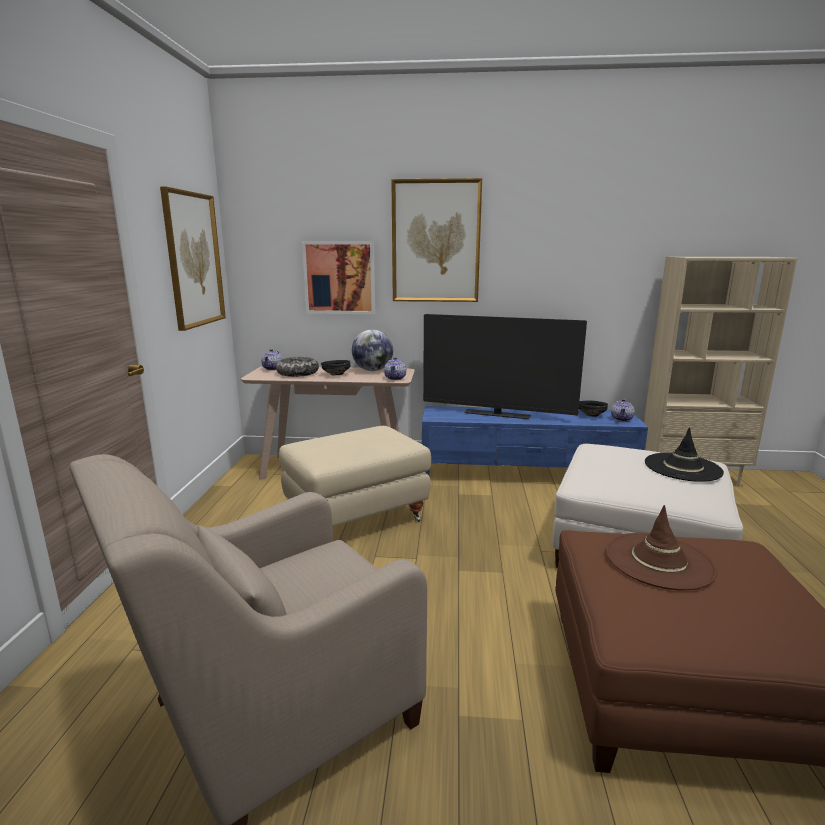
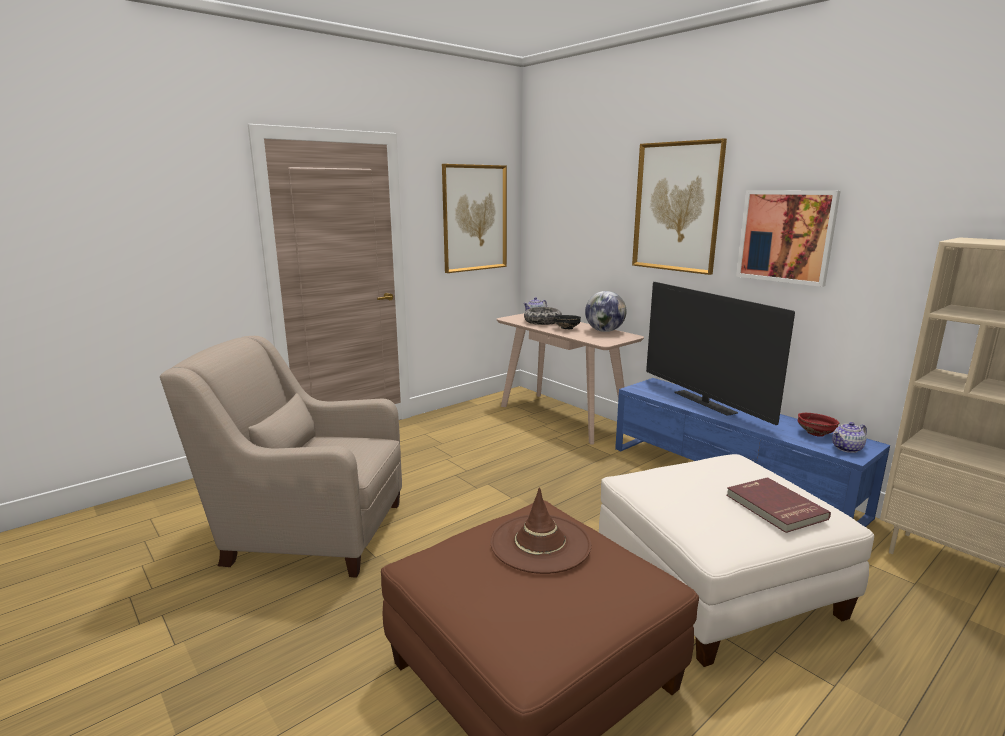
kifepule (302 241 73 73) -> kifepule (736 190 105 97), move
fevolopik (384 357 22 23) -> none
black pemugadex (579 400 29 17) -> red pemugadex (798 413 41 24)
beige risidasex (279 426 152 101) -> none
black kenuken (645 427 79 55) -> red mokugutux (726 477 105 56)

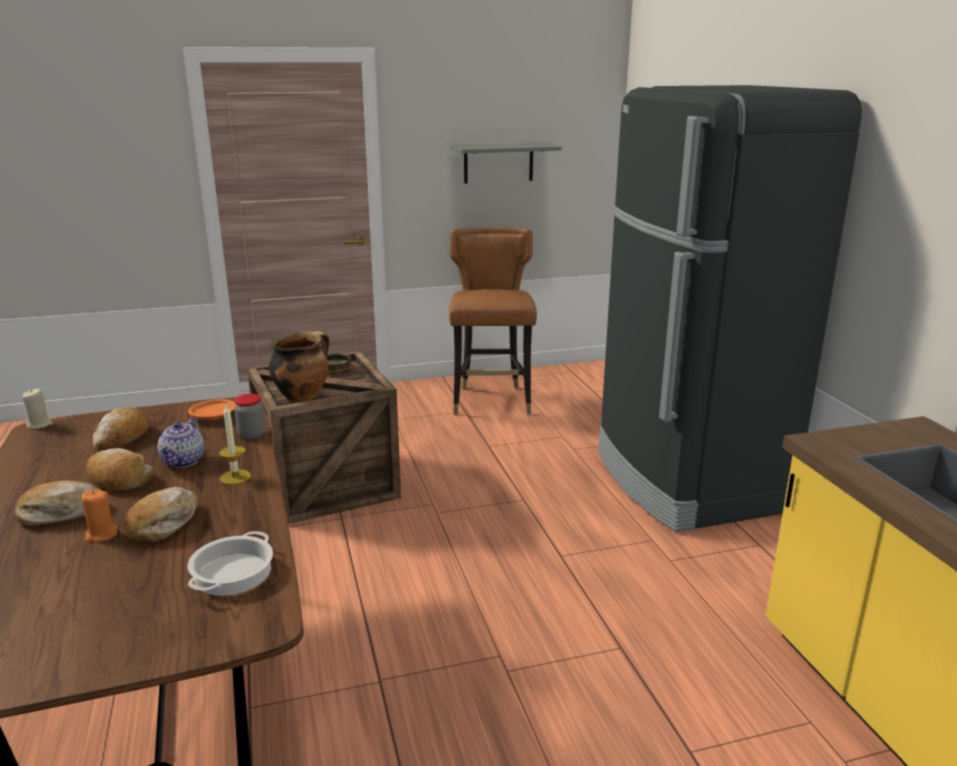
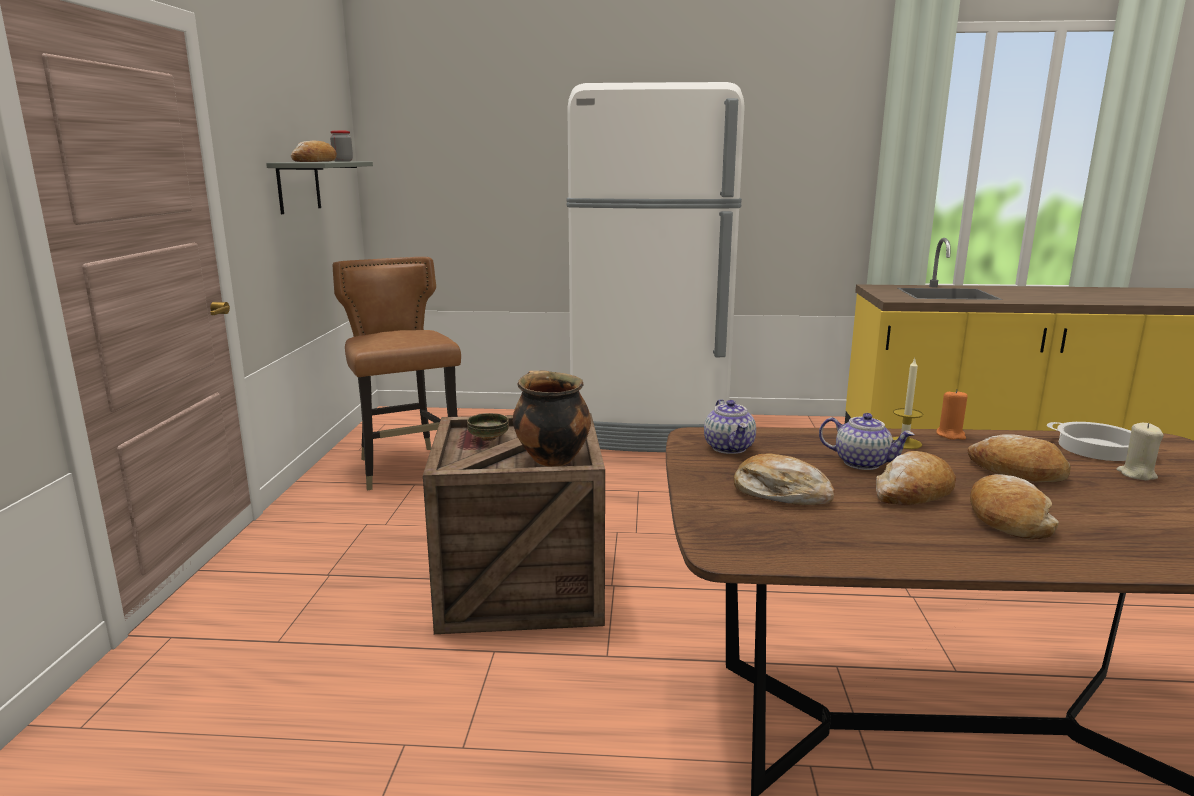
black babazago (598 85 264 447) -> white babazago (567 82 178 370)
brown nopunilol (449 227 88 188) -> brown nopunilol (332 257 129 234), 45 degrees clockwise
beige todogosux (22 389 31 40) -> beige todogosux (1117 423 47 57), move
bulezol (234 394 31 45) -> bulezol (330 130 23 32), move
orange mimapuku (188 399 48 21) -> fevolopik (704 399 52 55)
orange todogosux (82 489 36 53) -> orange todogosux (936 389 32 51), move
none -> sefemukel (291 140 46 22)

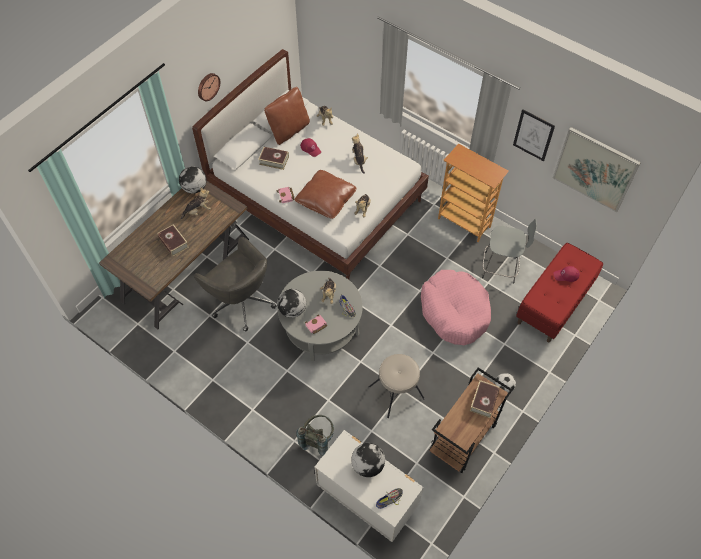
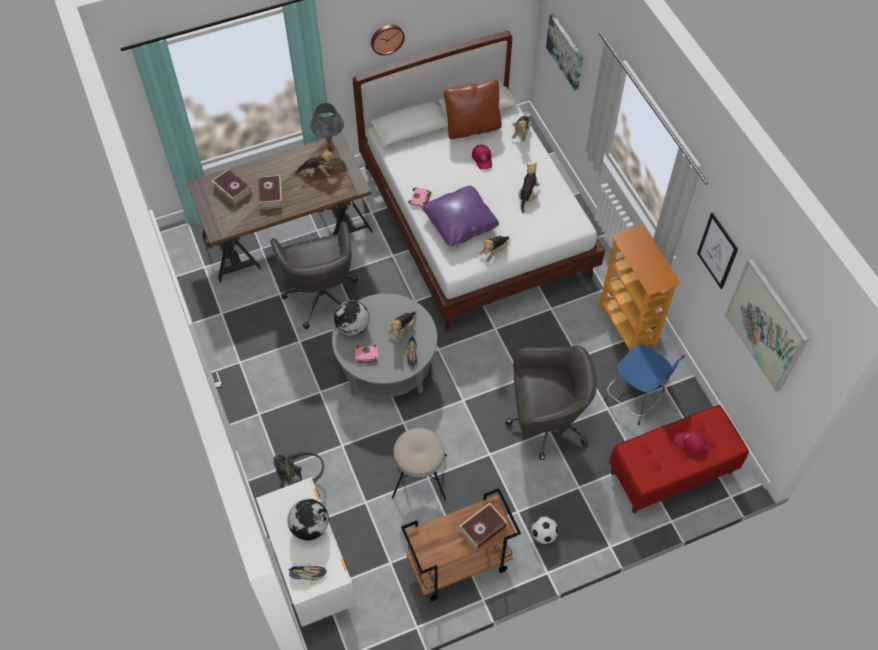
mokugutux (258 147 31 23) -> mokugutux (212 169 39 36), move
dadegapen (179 166 28 28) -> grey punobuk (310 103 34 48)
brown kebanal (295 170 62 49) -> purple kebanal (422 186 77 60)
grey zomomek (482 218 55 65) -> blue zomomek (604 344 81 81)
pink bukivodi (421 270 70 75) -> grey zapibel (505 346 92 114)
none -> kifepule (546 14 37 77)

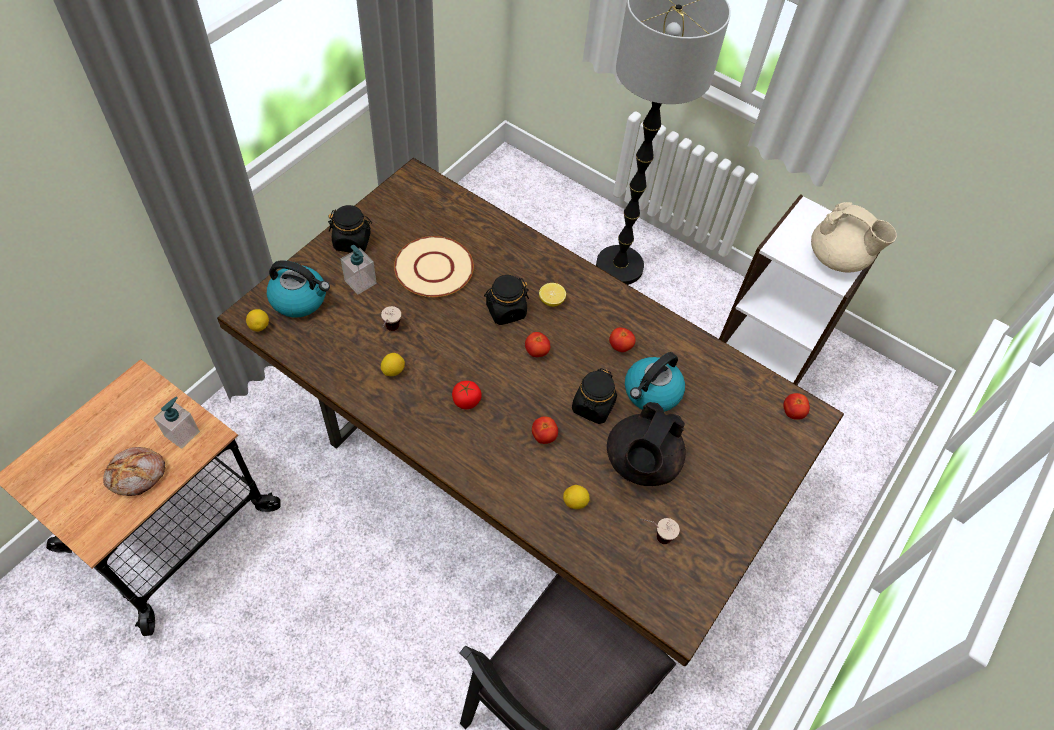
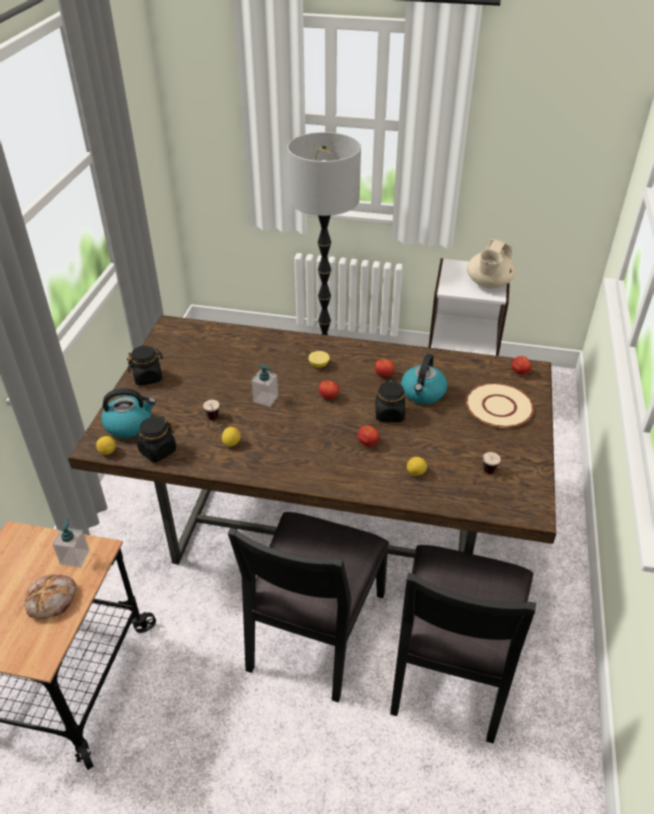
beige fevolopik (811 202 86 71) -> beige fevolopik (467 239 48 49), 105 degrees clockwise
beige mimapuku (394 236 80 61) -> beige mimapuku (466 383 68 45), move
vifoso (341 245 35 49) -> vifoso (251 364 27 43), move
black bulezol (484 275 45 50) -> black bulezol (135 416 41 46), move
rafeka (452 381 30 28) -> none
black fevolopik (607 402 79 84) -> none
none -> black nopunilol (228 512 161 190)

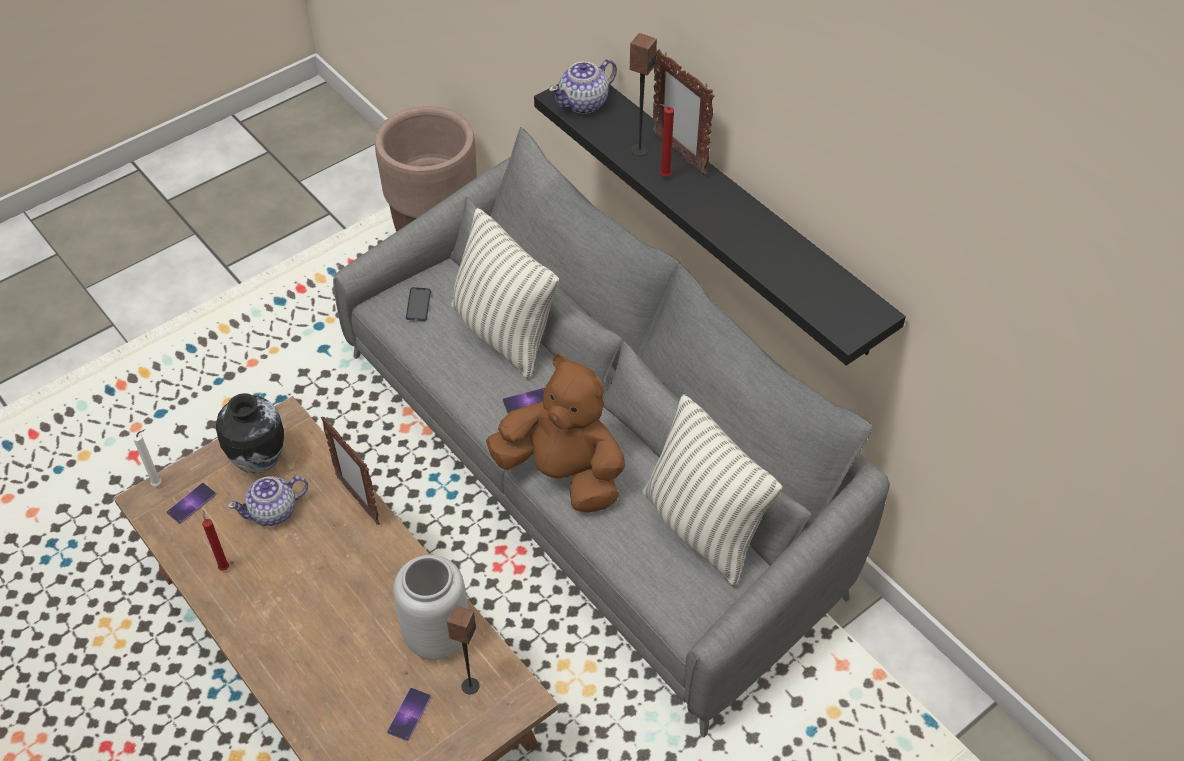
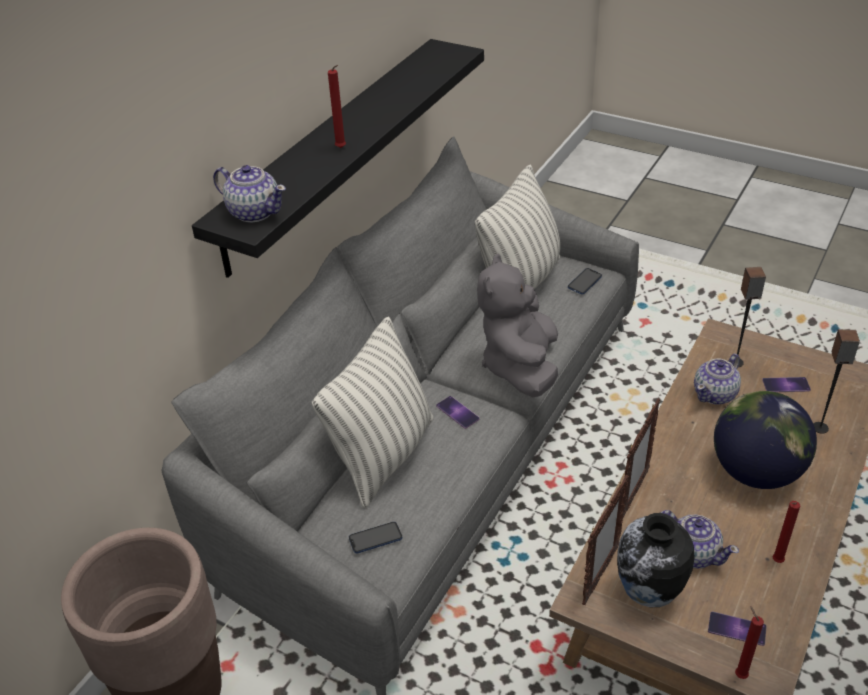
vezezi (630 33 27 123) -> vezezi (813 329 47 105), move
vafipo (652 49 63 127) -> vafipo (582 475 47 130), move
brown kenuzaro (486 354 139 159) -> grey kenuzaro (477 254 81 143)
white todogosux (133 429 28 57) -> red todogosux (735 606 29 73)
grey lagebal (393 555 75 104) -> fevolopik (694 354 47 51)
none -> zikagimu (568 268 34 27)
none -> dadegapen (714 391 103 98)

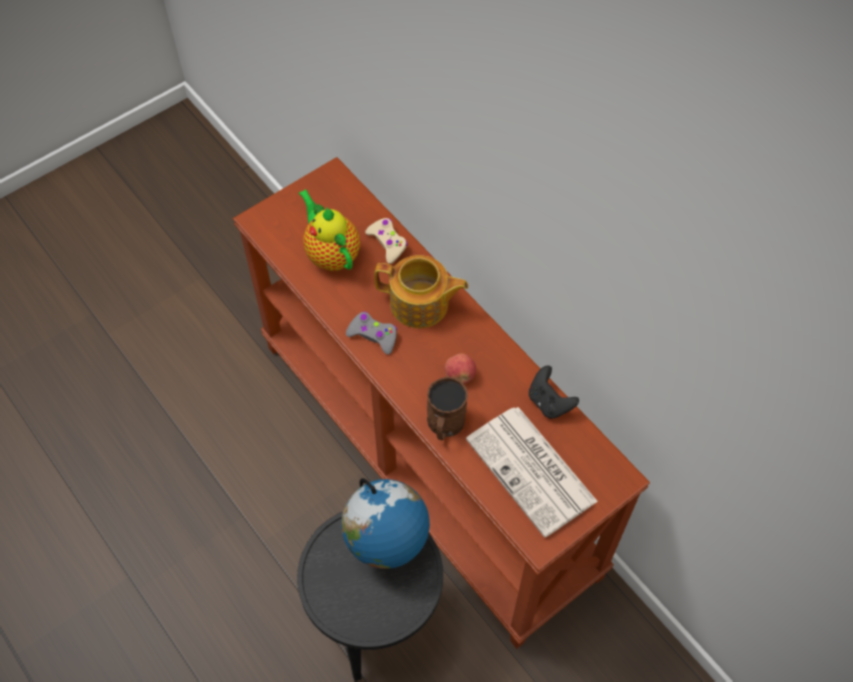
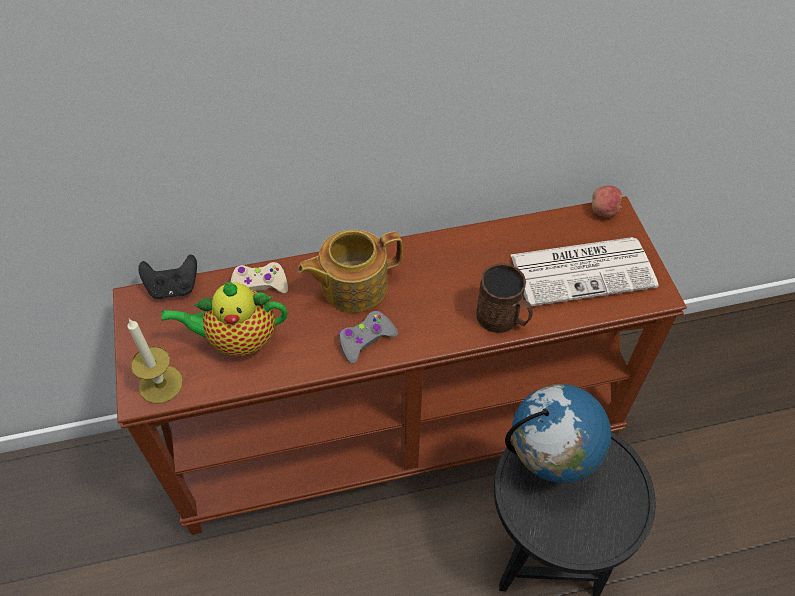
fevolopik (374 255 95 73) -> fevolopik (298 230 105 83), 150 degrees counterclockwise
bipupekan (445 354 31 30) -> bipupekan (592 186 30 32), move
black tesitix (529 365 50 54) -> black tesitix (138 255 59 44), move
none -> todogosux (127 318 56 86)

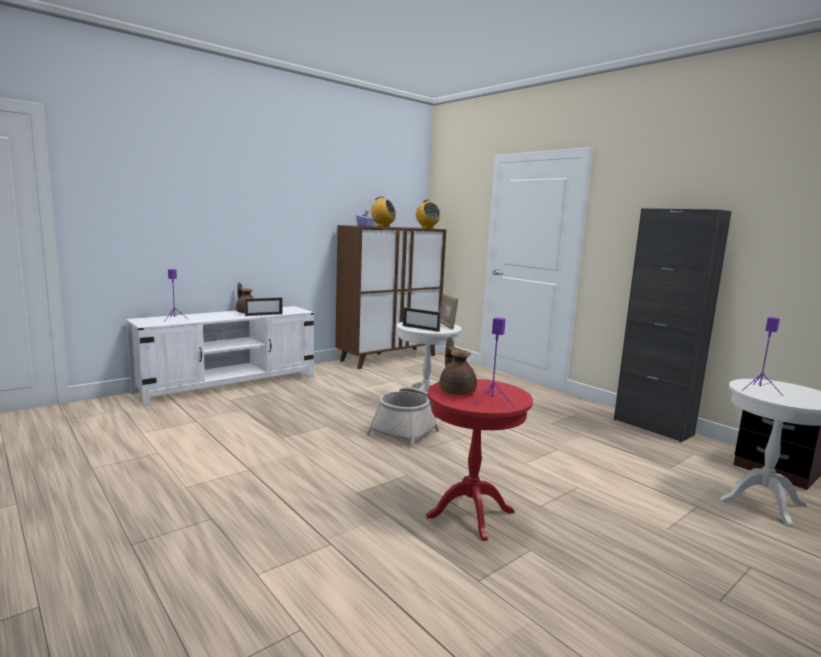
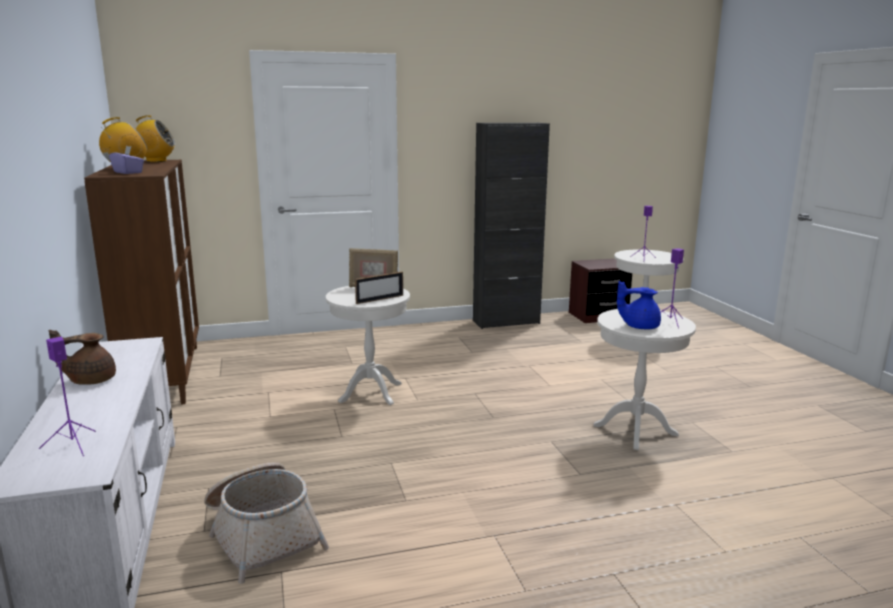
vafipo (244 297 38 19) -> none
brown fevolopik (439 336 38 59) -> blue fevolopik (617 281 44 48)
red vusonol (426 379 107 162) -> white vusonol (593 309 103 141)
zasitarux (366 387 73 61) -> zasitarux (204 462 125 122), move

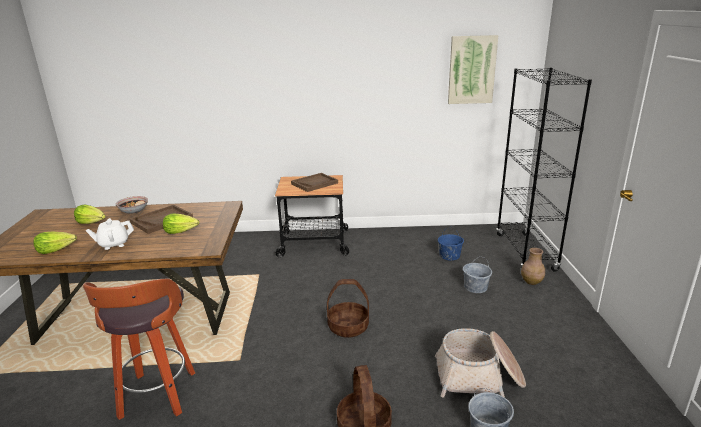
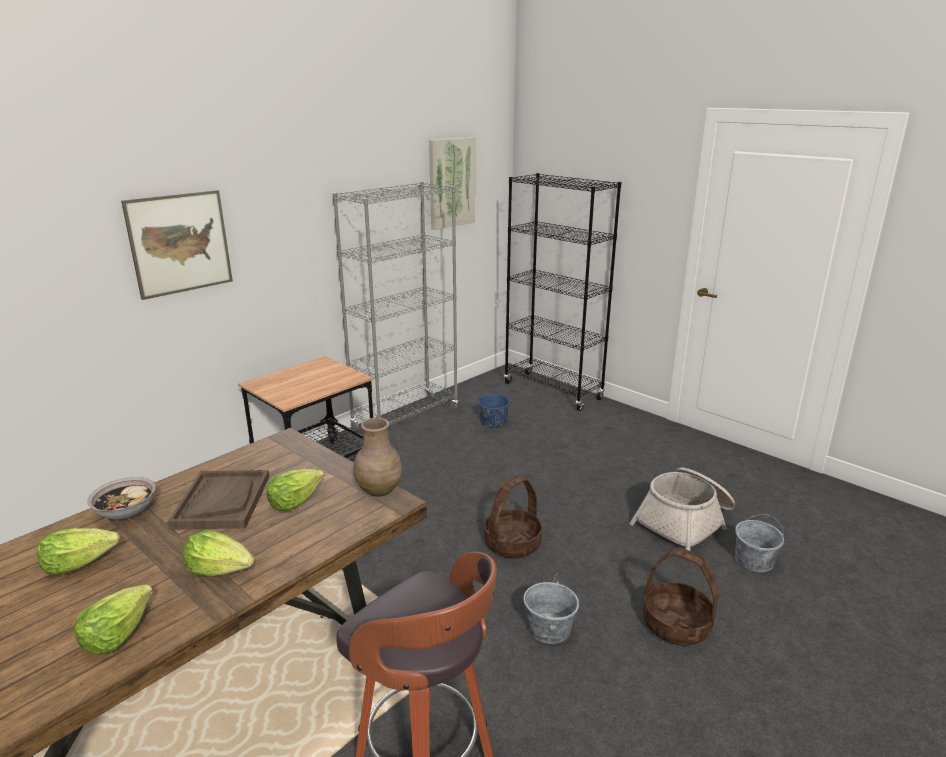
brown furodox (291 173 47 19) -> none
white fevolopik (86 218 48 32) -> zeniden (183 530 71 46)
brown lagebal (521 248 24 37) -> brown lagebal (354 418 48 79), move
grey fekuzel (463 257 29 36) -> grey fekuzel (523 573 56 71), move
none -> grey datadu (333 182 126 249)
none -> kifepule (121 190 112 110)

